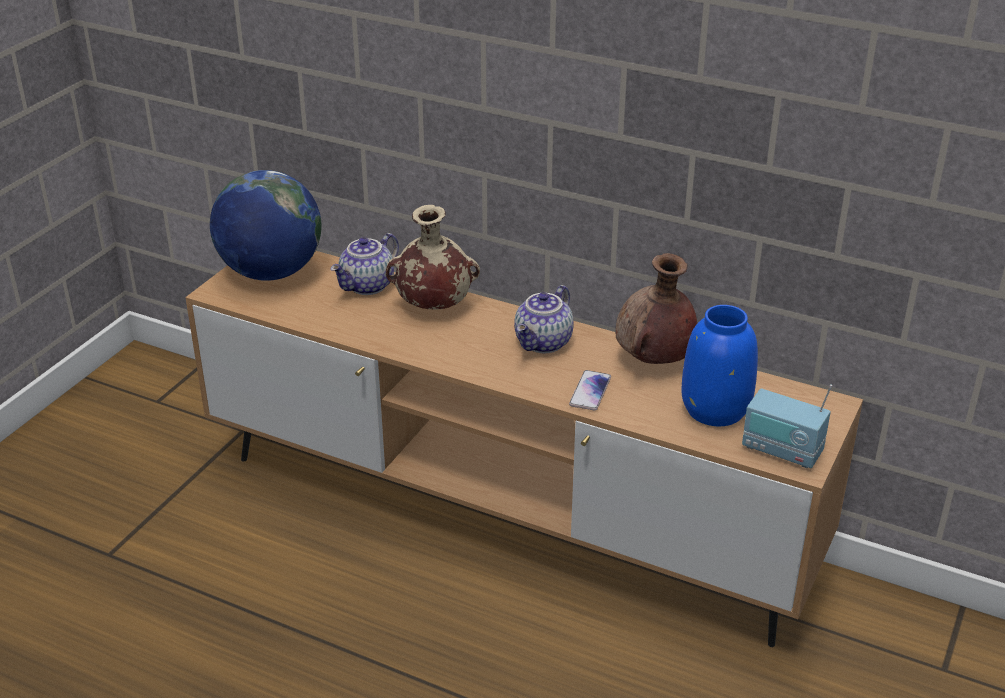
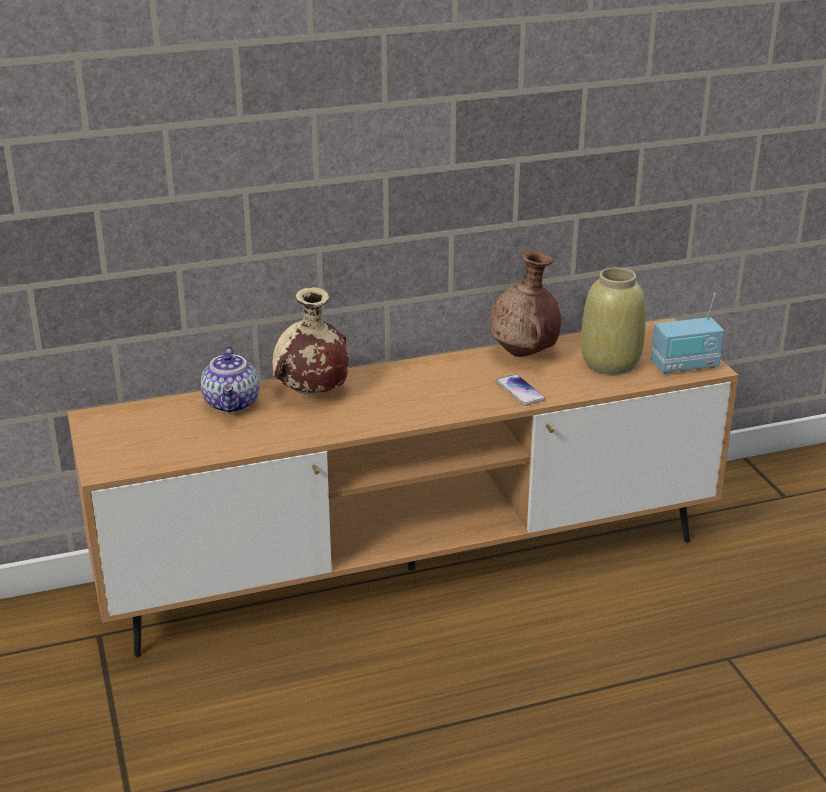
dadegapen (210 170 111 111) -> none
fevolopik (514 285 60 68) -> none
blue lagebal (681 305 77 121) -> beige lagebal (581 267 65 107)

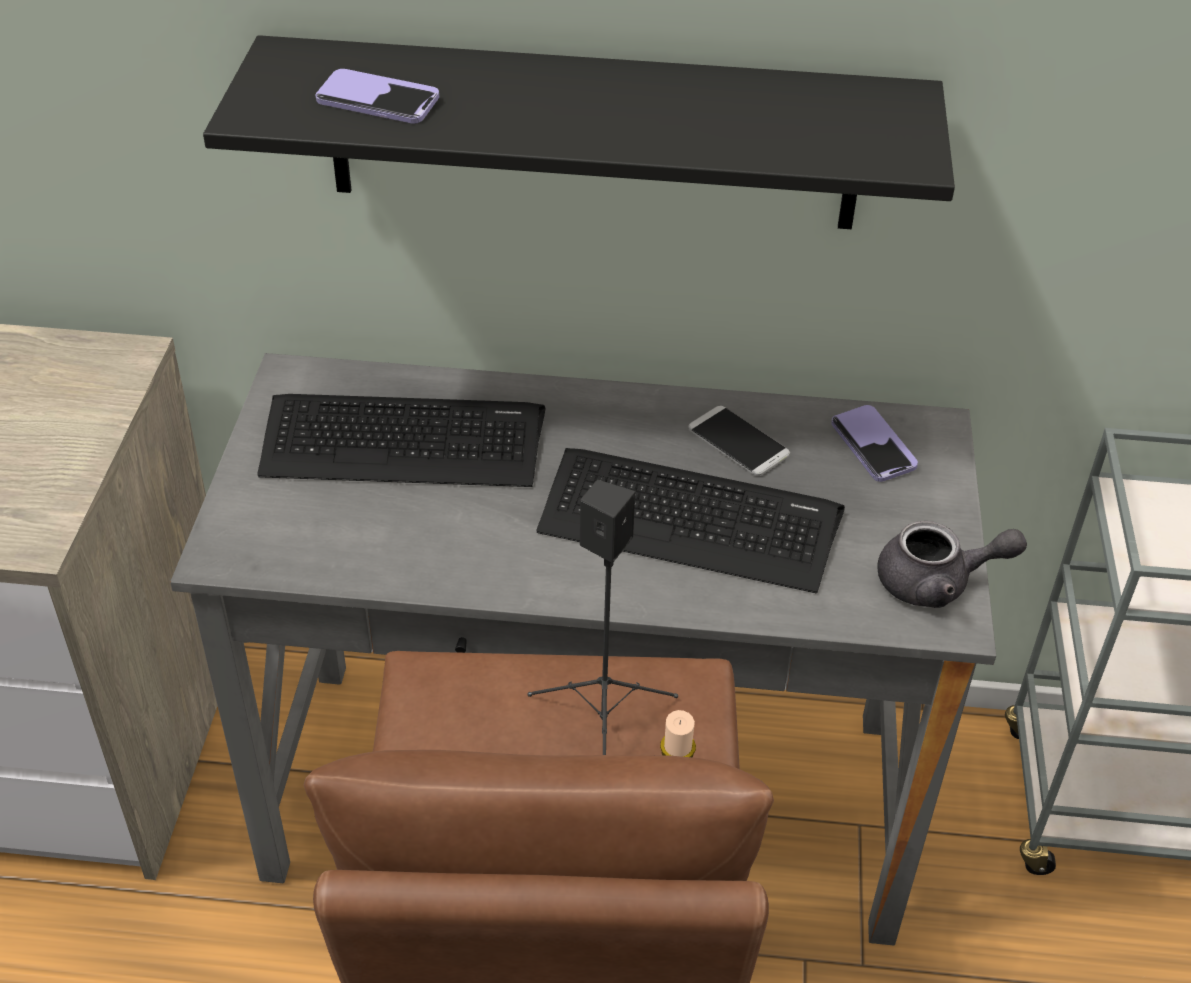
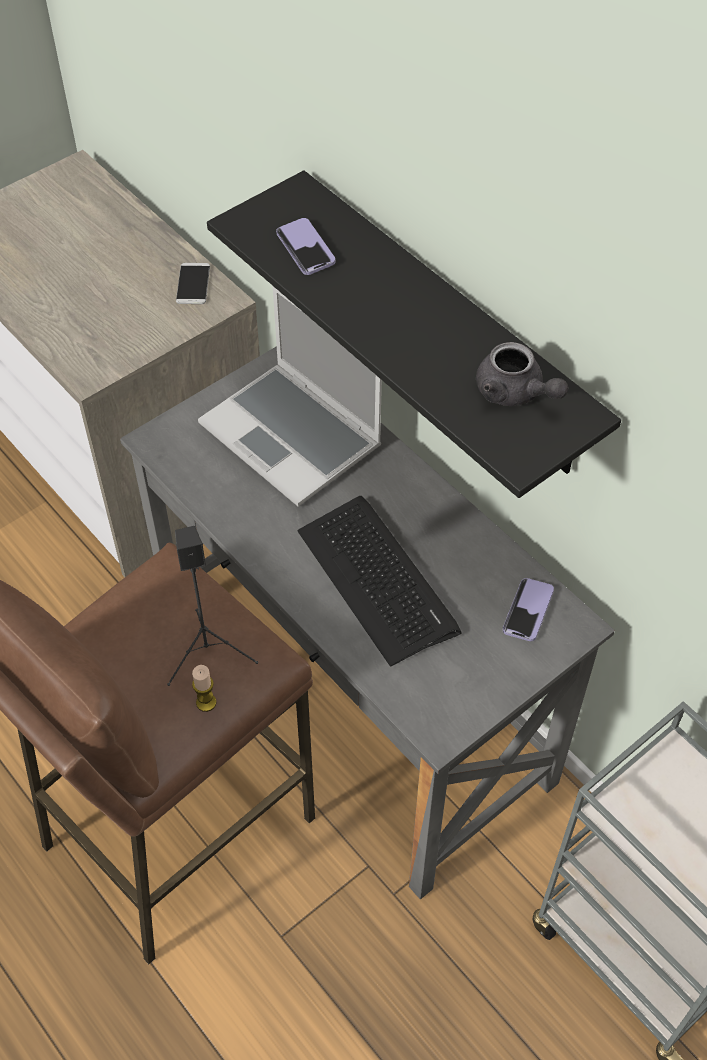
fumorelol (257 394 288 93) -> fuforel (198 286 184 221)
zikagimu (688 406 102 70) -> zikagimu (176 263 34 41), move
grey fevolopik (877 521 150 87) -> grey fevolopik (476 342 92 64), move

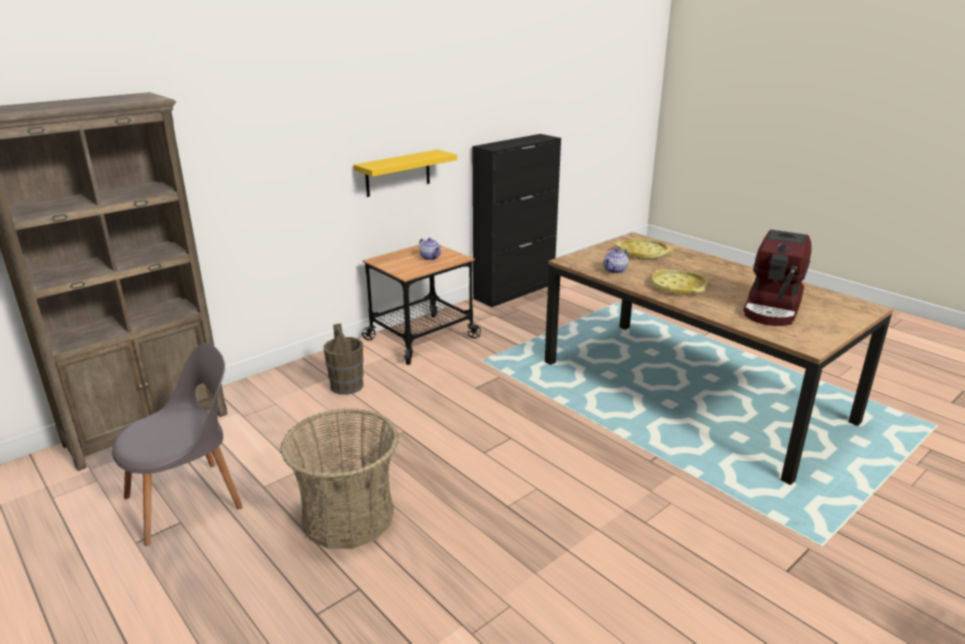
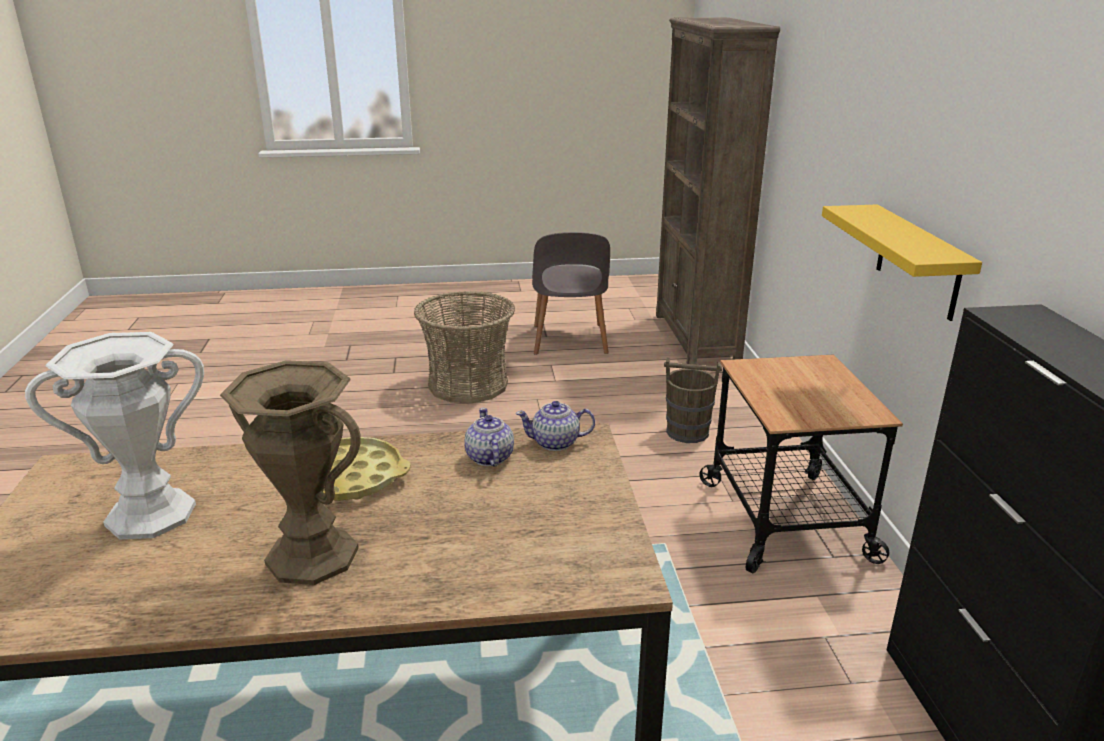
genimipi (743 230 68 96) -> white lagebal (25 332 179 208)
fevolopik (419 238 22 22) -> fevolopik (516 401 79 50), move
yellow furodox (615 239 58 21) -> none
none -> brown lagebal (220 360 141 225)

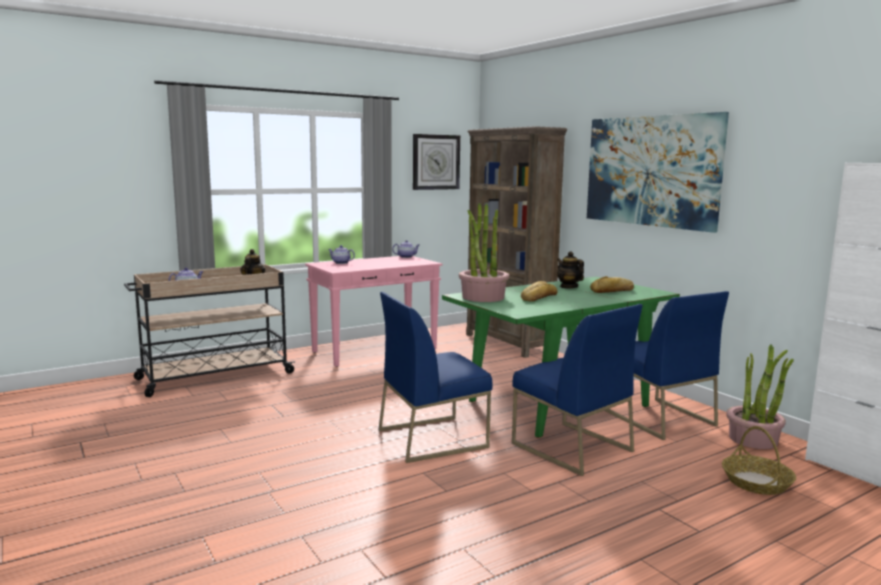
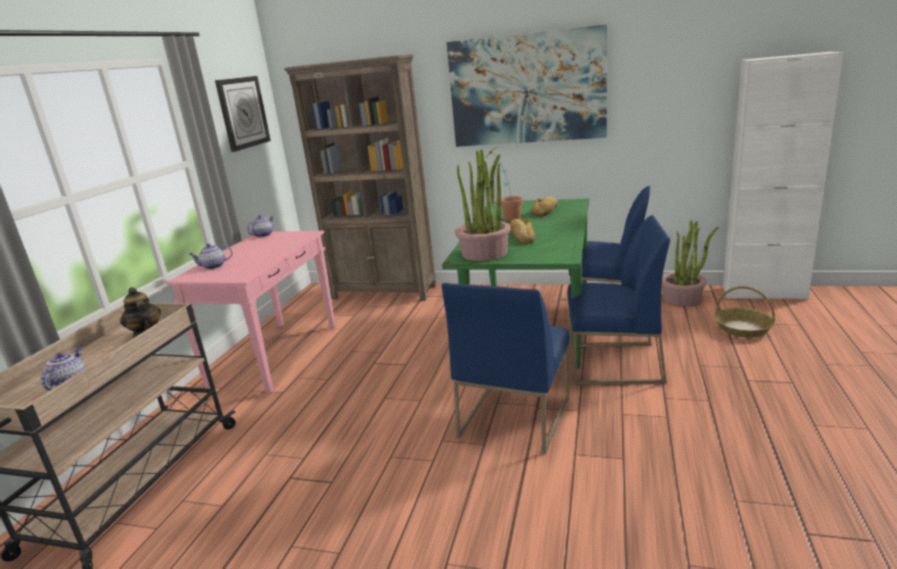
fevolopik (557 251 27 38) -> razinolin (484 147 39 74)

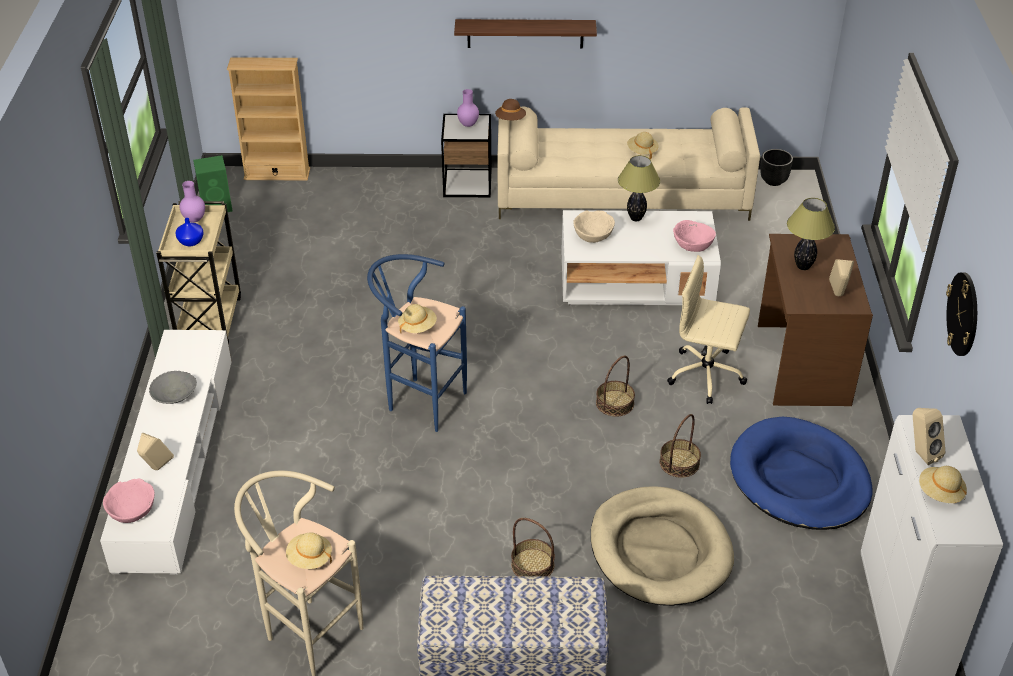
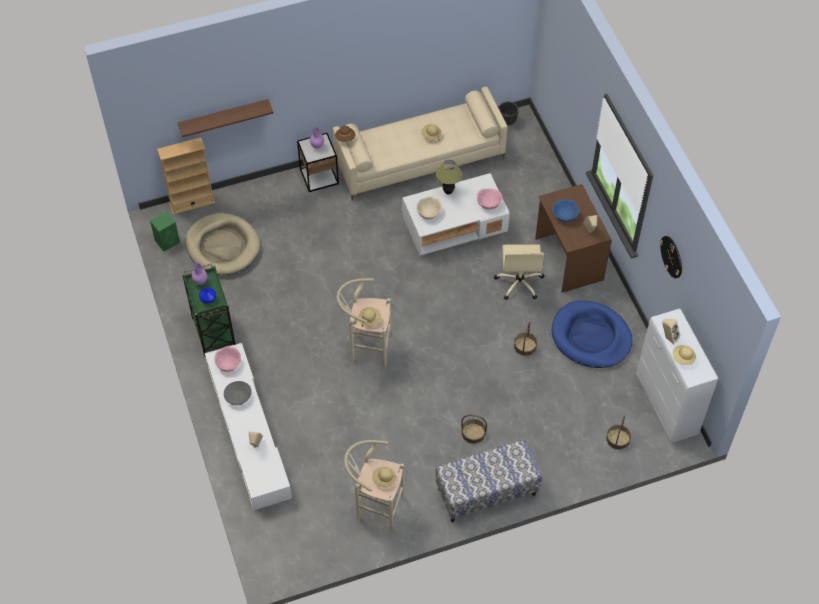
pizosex (454 19 143 30) -> pizosex (178 99 95 38), move
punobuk (787 198 48 72) -> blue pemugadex (553 199 27 23)
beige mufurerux (156 201 85 144) -> green mufurerux (182 263 54 93)
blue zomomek (367 254 100 178) -> beige zomomek (337 278 54 89)
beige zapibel (667 255 83 149) -> beige zapibel (494 244 50 56), 90 degrees counterclockwise
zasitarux (596 356 39 61) -> zasitarux (606 415 25 35), move
pink pemugadex (103 479 52 44) -> pink pemugadex (214 346 27 26), move
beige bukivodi (591 486 143 120) -> beige bukivodi (186 213 74 62), move

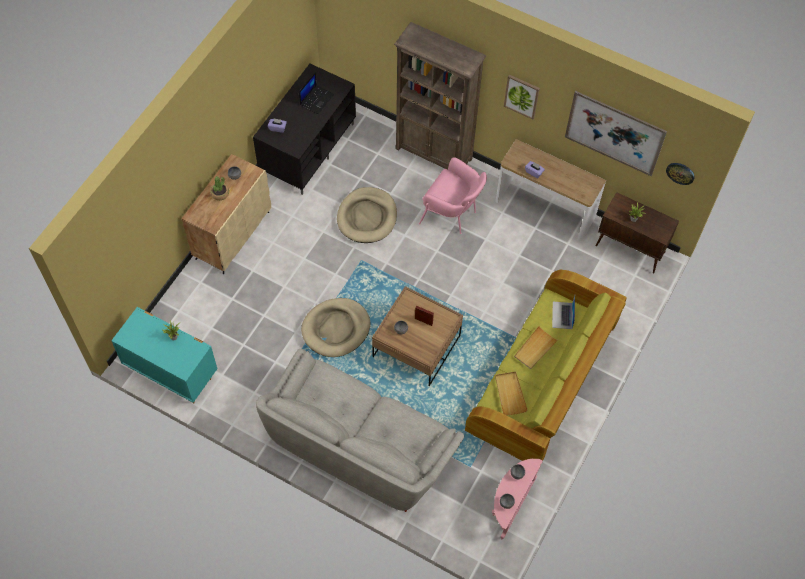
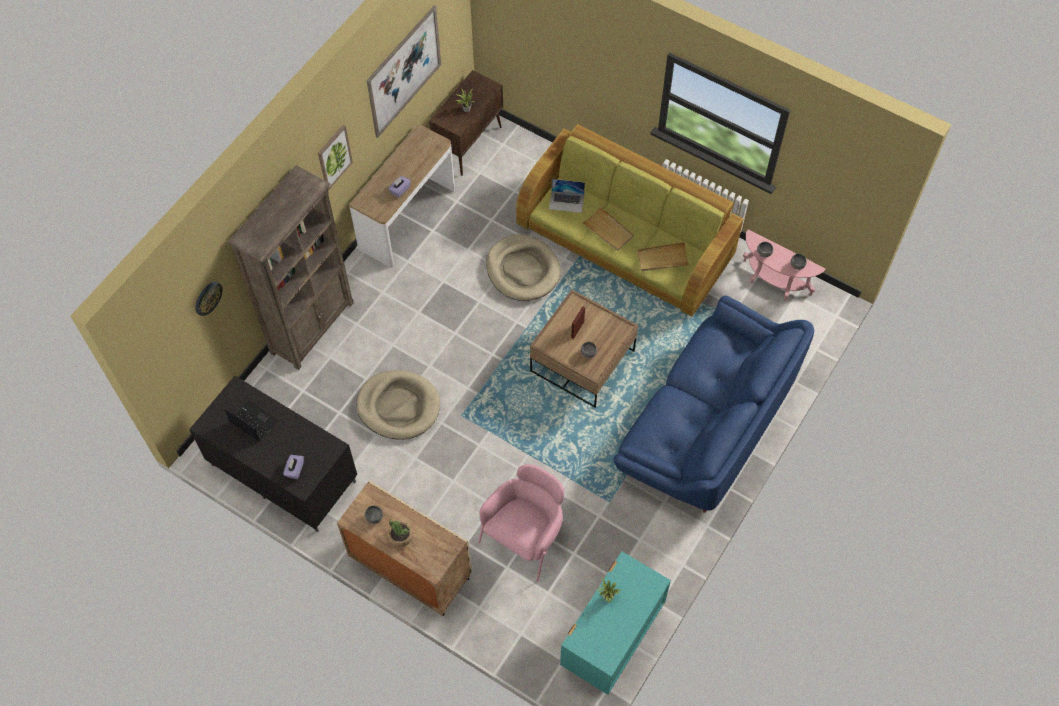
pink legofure (419 157 68 77) -> pink legofure (478 464 86 118), move
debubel (666 163 29 22) -> debubel (195 282 27 34), move
beige bukivodi (301 298 69 59) -> beige bukivodi (486 235 75 66), move
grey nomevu (256 349 208 163) -> blue nomevu (613 296 201 217)

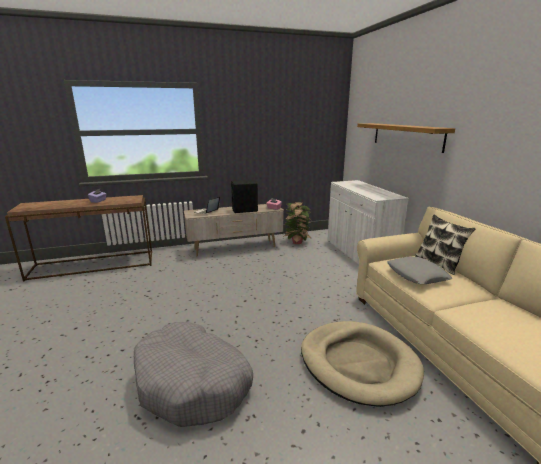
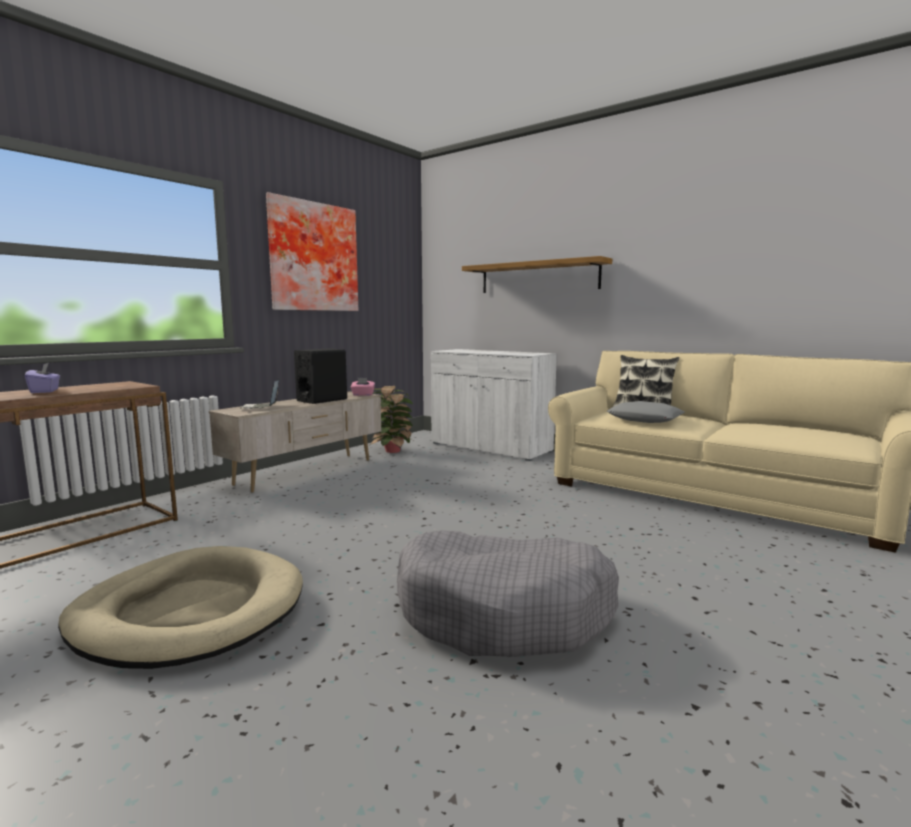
beige bukivodi (301 321 123 86) -> beige bukivodi (58 546 245 123), move
none -> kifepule (266 192 92 119)

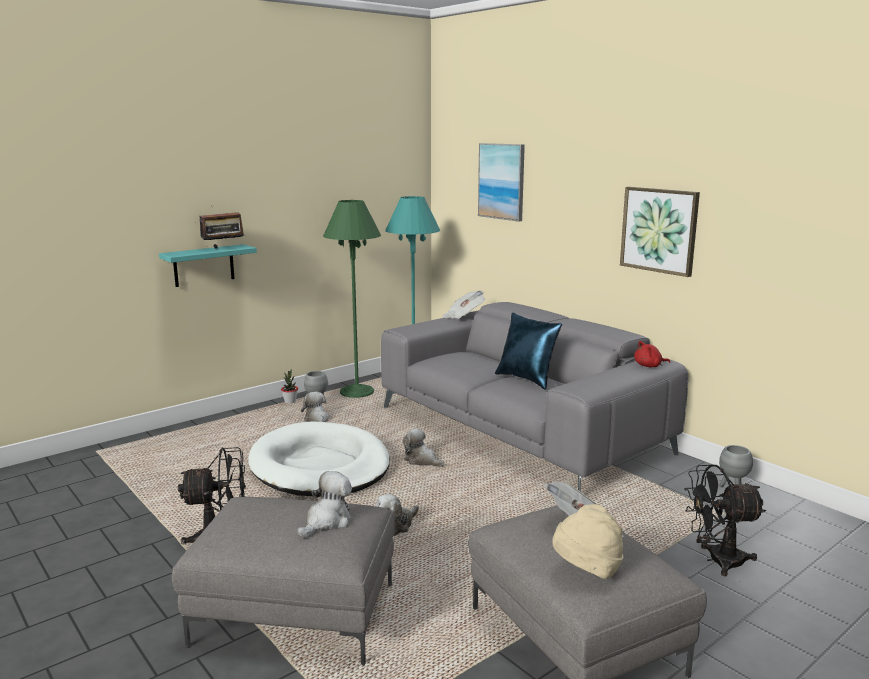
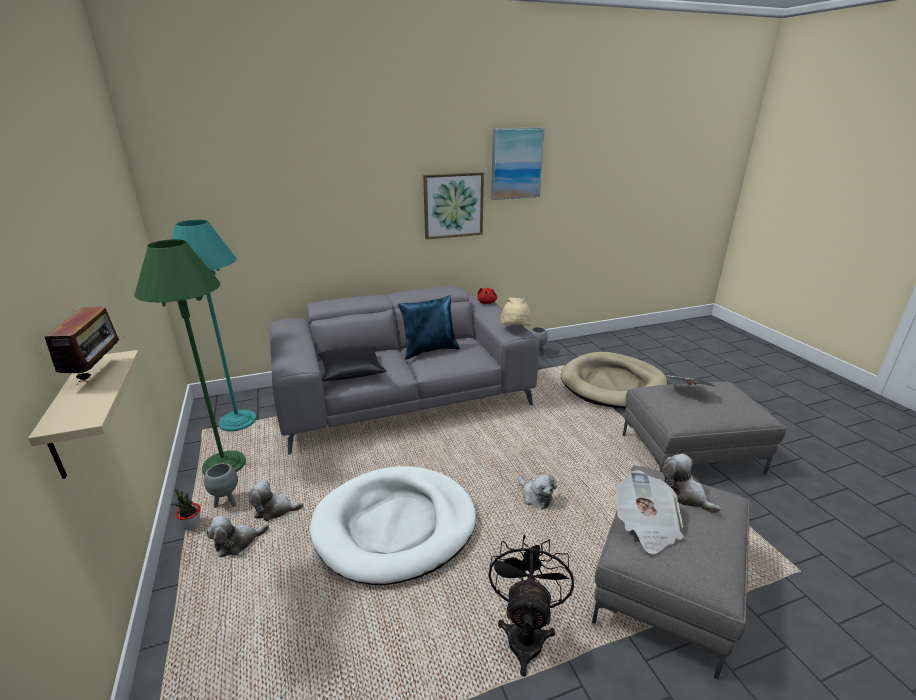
kifepule (478 143 47 79) -> kifepule (491 127 54 73), move
turquoise pizosex (159 244 98 43) -> beige pizosex (28 350 112 129)
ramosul (442 290 43 29) -> ramosul (615 470 69 85), move
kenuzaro (403 428 41 39) -> kenuzaro (206 515 63 42), move
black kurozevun (684 465 82 111) -> beige bukivodi (561 352 106 57)
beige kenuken (552 504 71 75) -> beige kenuken (501 297 31 29), move
none -> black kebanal (319 346 67 35)

